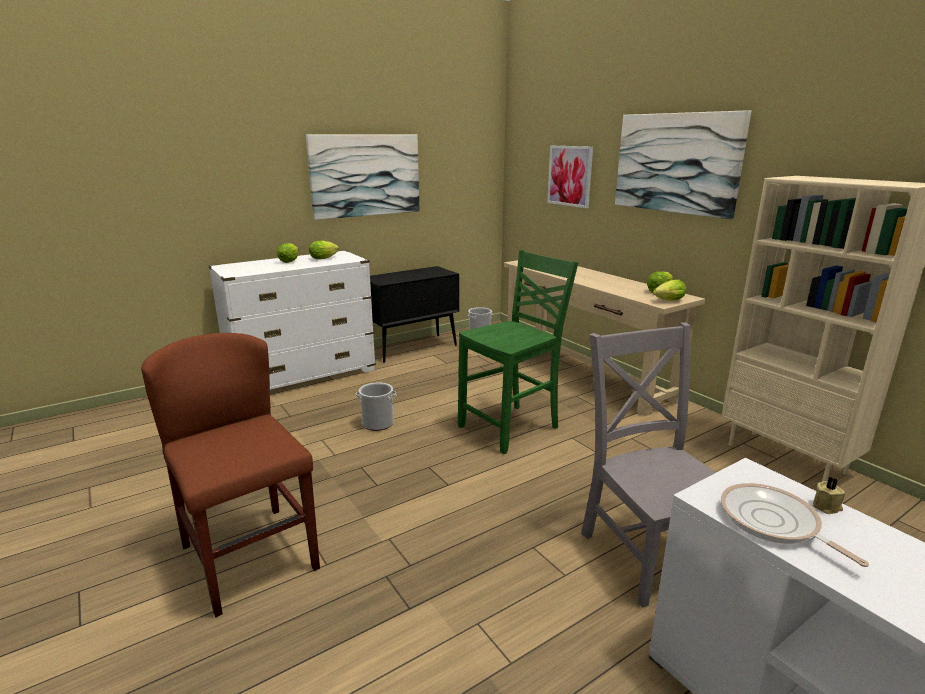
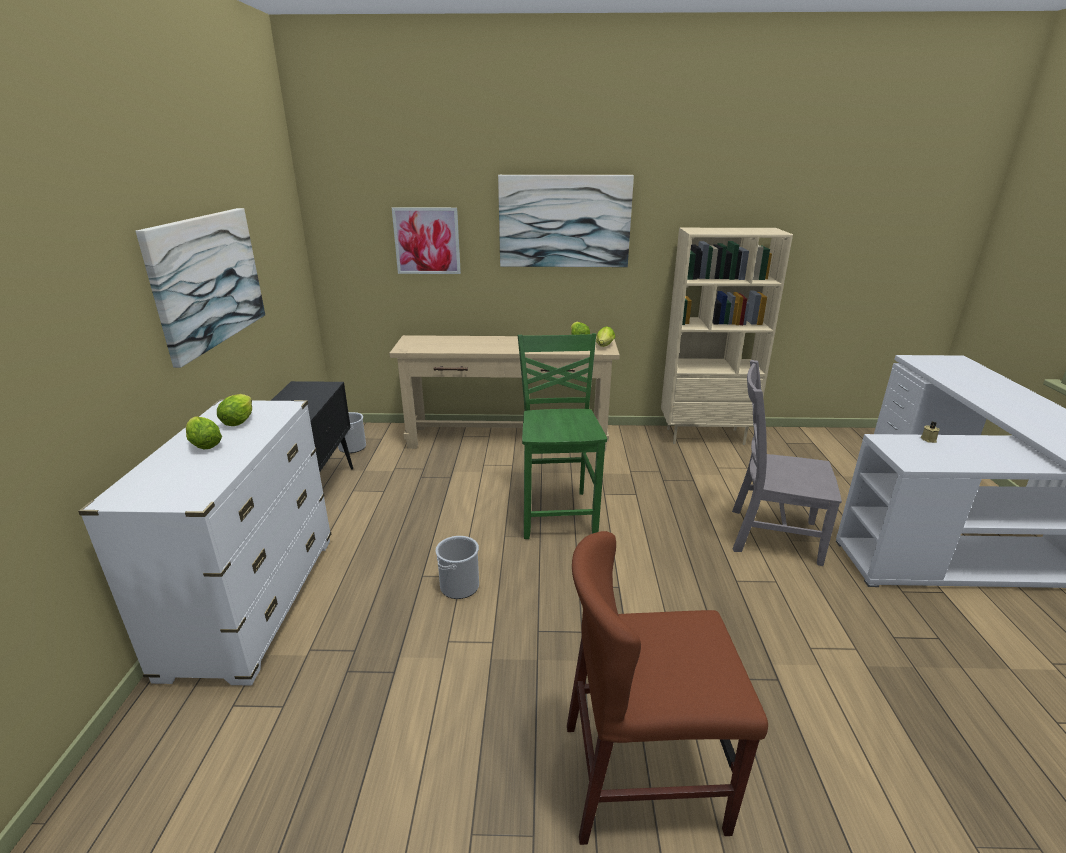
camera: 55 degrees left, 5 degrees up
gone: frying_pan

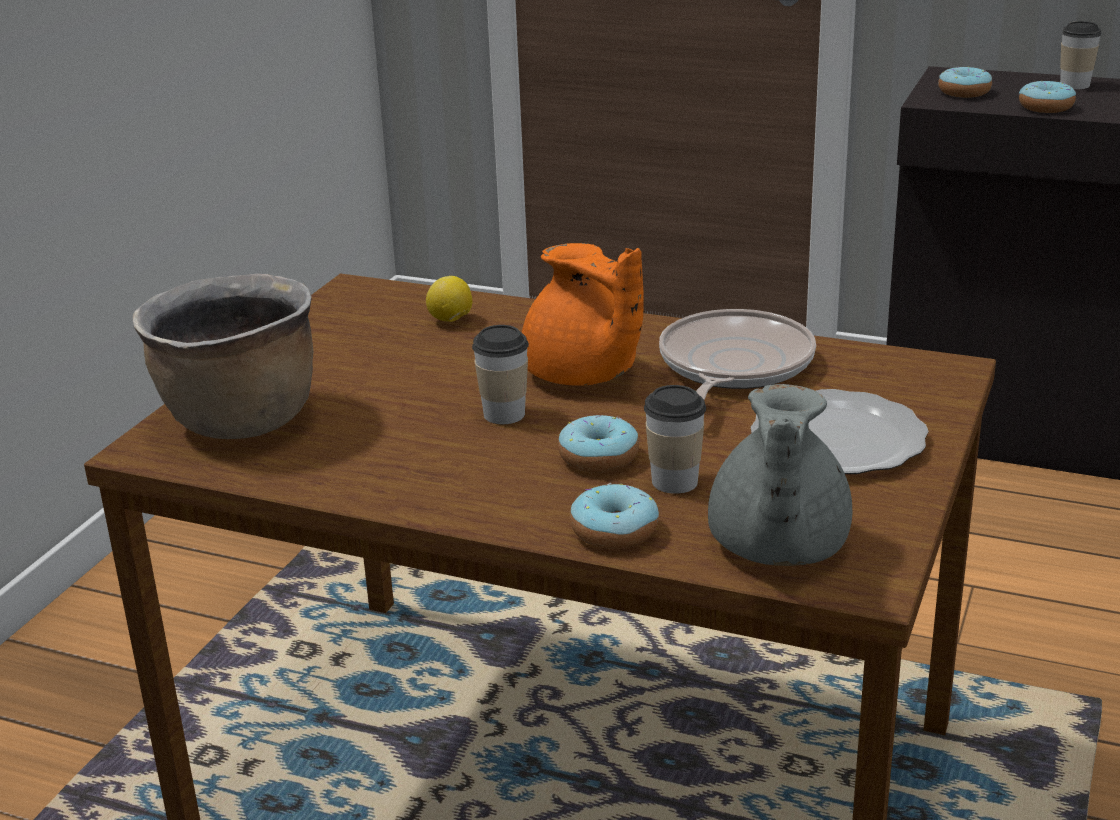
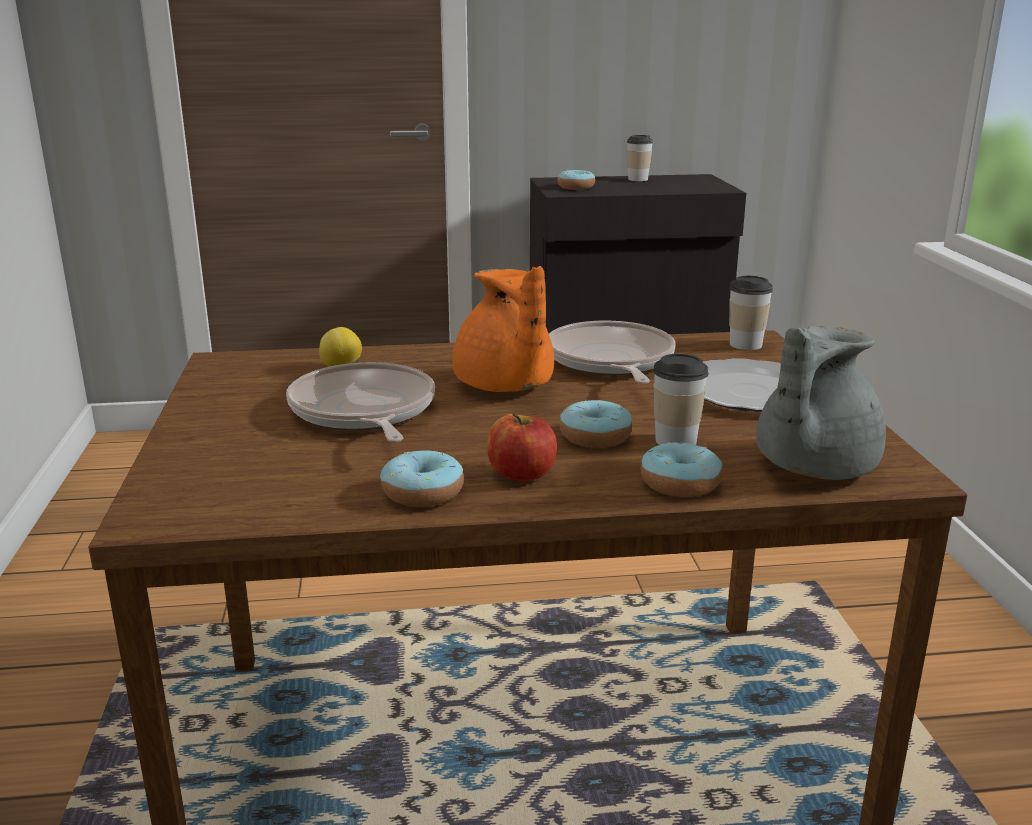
camera: 30 degrees left, 5 degrees down
gone: brown_cooking_pot
new: frying_pan (no. 1 from left); apple
shifted: donut (no. 4 from left in the first image) to donut (no. 1 from left); cup (no. 1 from left in the first image) to cup (no. 3 from left)
rotated: orange_teapot 45 degrees clockwise; grey_teapot 60 degrees clockwise

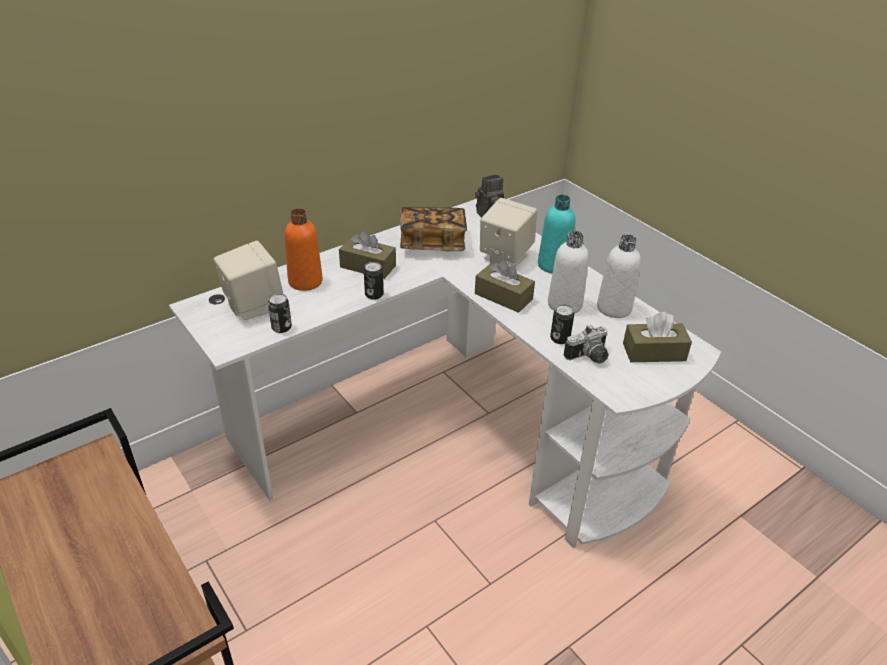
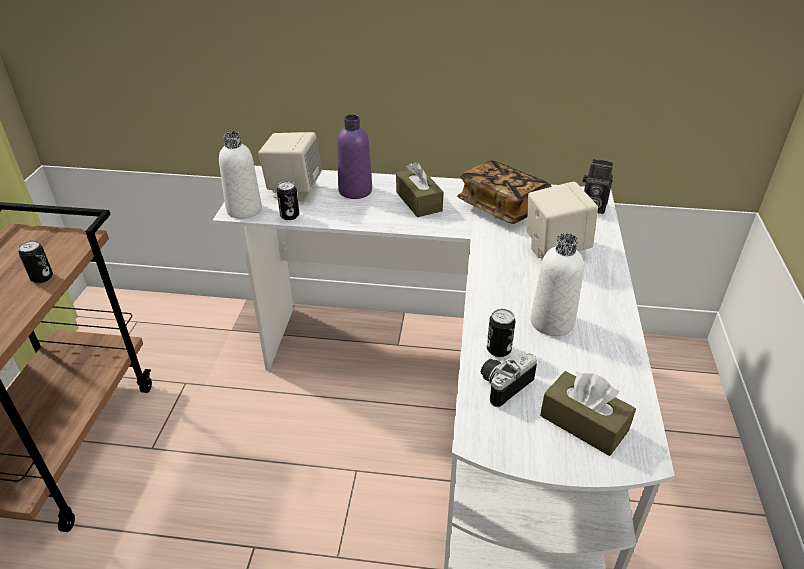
camera: 45 degrees right, 0 degrees up
gone: brown_tissue_box (no. 2 from left); turquoise_bottle
shifted: can (no. 2 from left in the first image) to can (no. 1 from left); white_bottle (no. 2 from left in the first image) to white_bottle (no. 1 from left)
repainted: orange_bottle to purple_bottle
rotated: photo_camera (no. 2 from left in the first image) 120 degrees clockwise

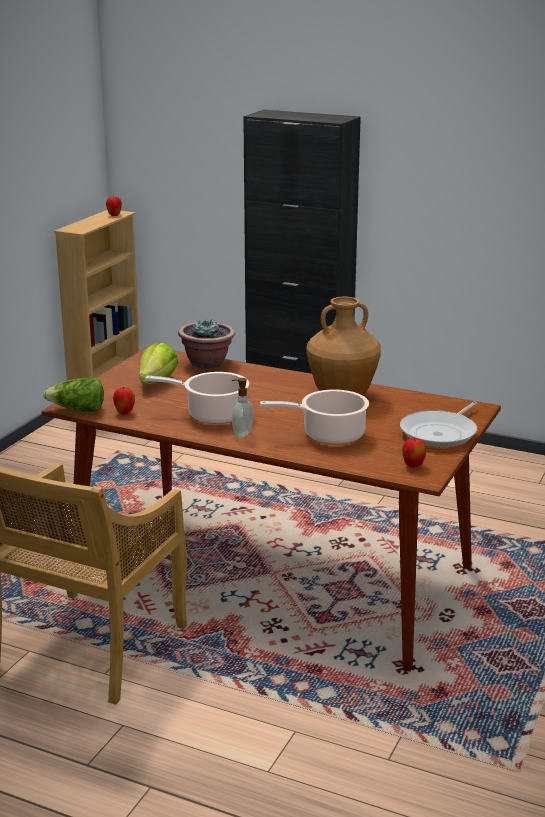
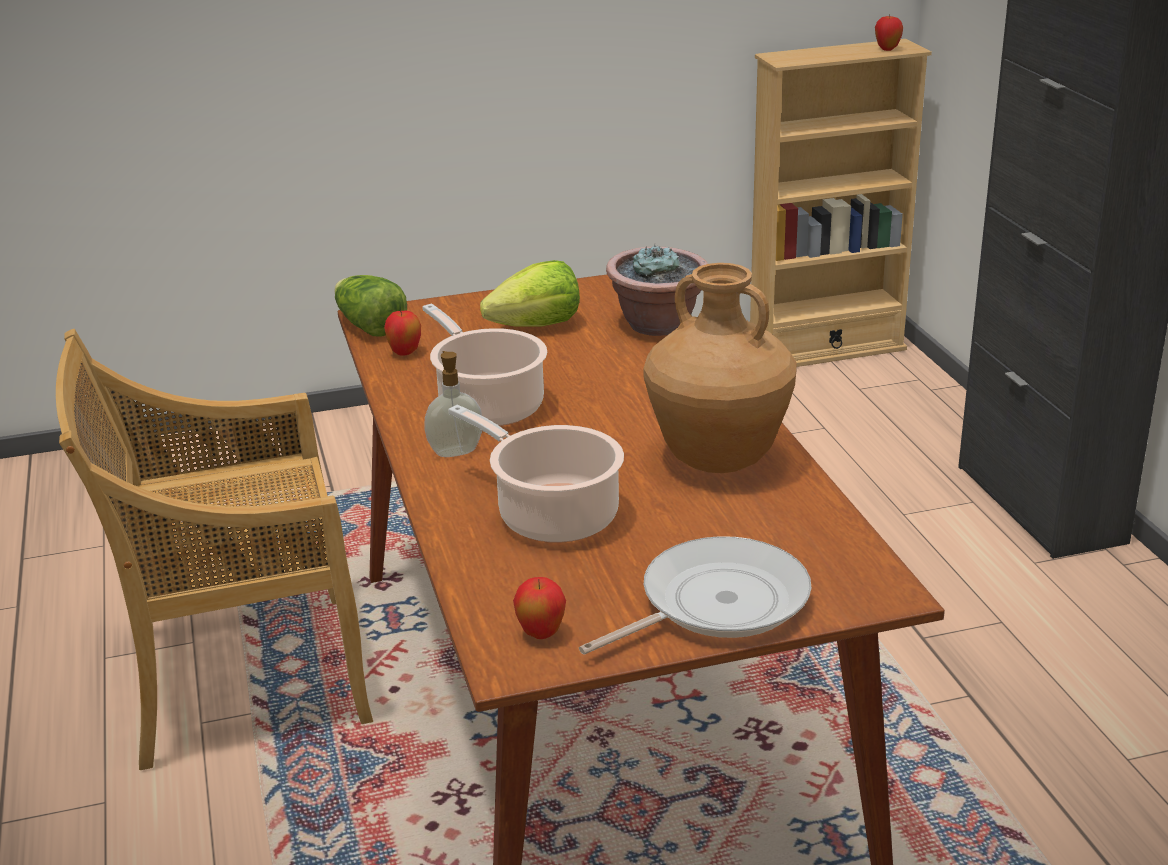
camera: 50 degrees right, 5 degrees up
rotated: frying_pan 150 degrees clockwise

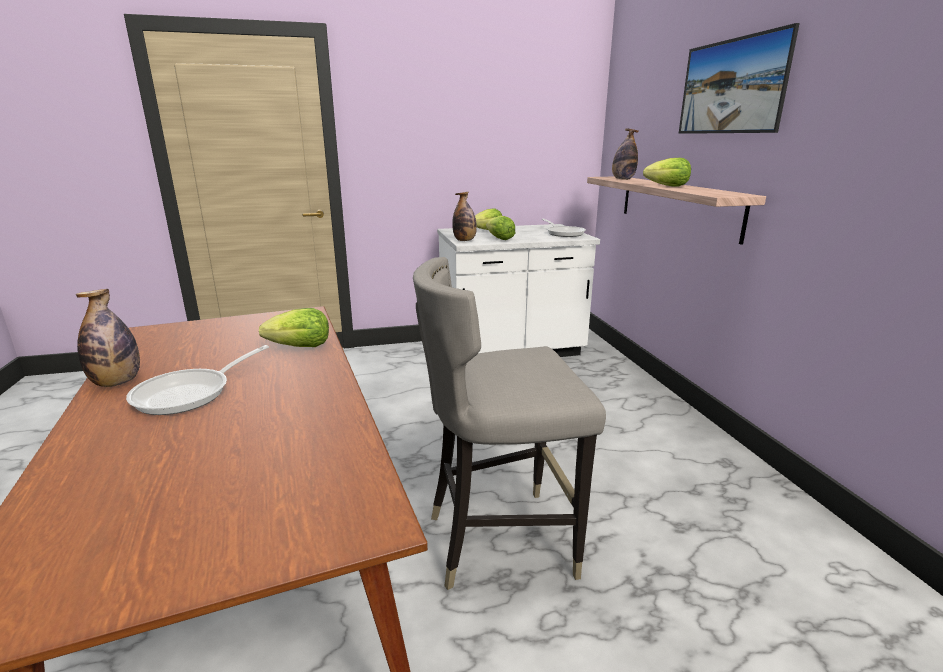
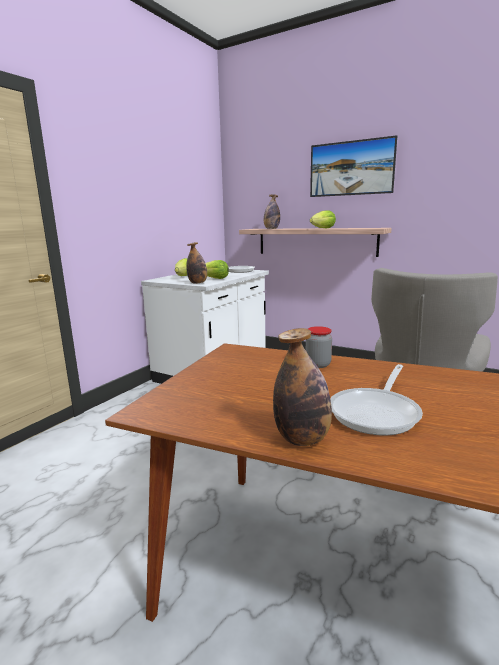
camera: 45 degrees left, 5 degrees down
swapped: lettuce (no. 1 from left) to jar
rotated: frying_pan (no. 1 from left in the first image) 45 degrees clockwise

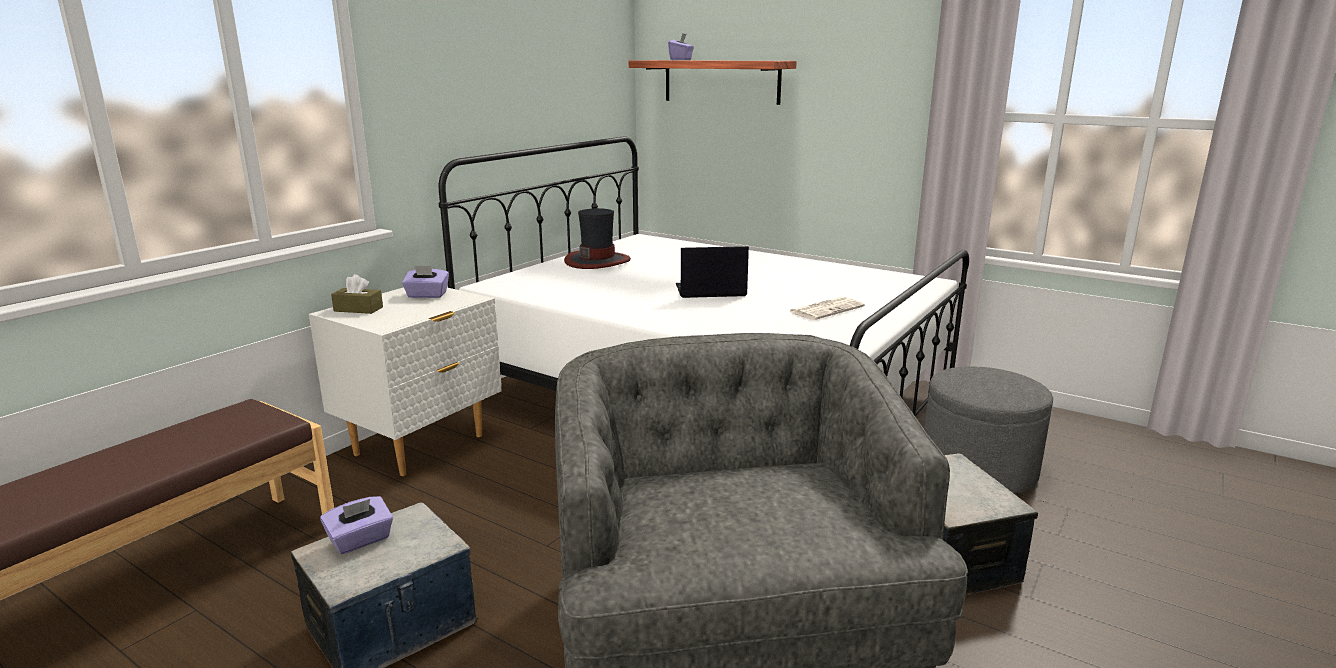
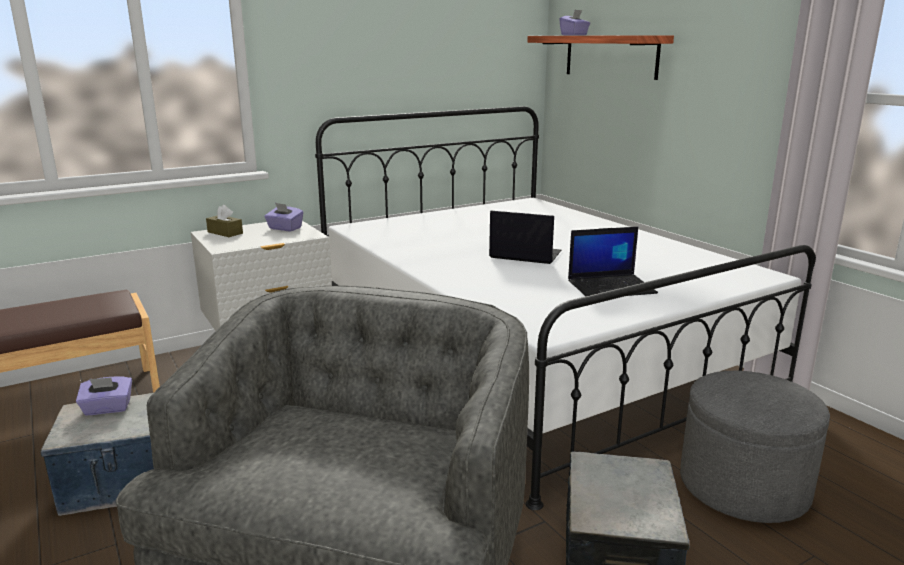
camera: 25 degrees right, 0 degrees up
gone: hat
swapped: newspaper to laptop (no. 2 from left)

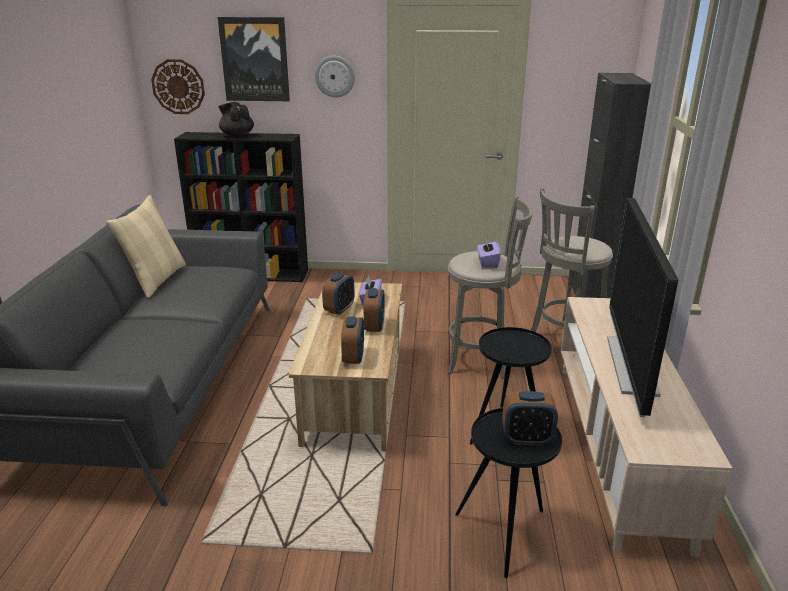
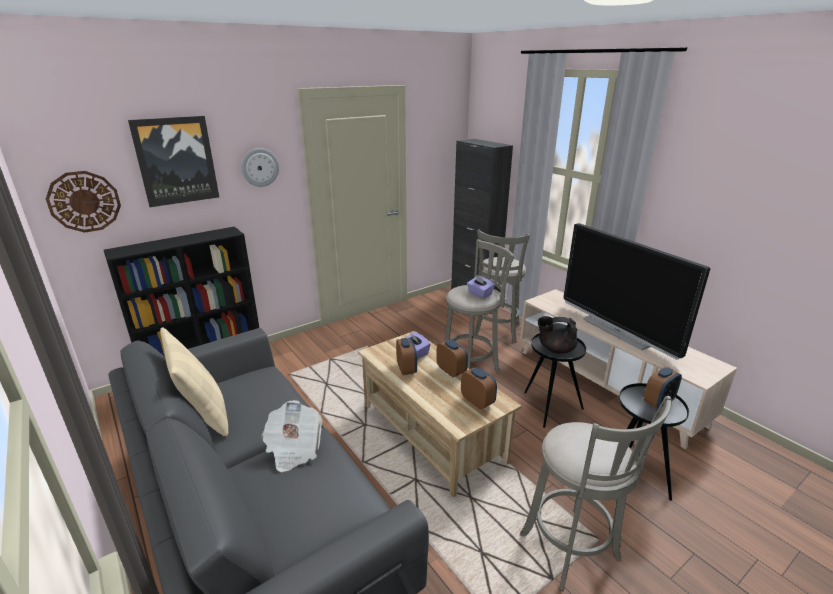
camera: 40 degrees left, 0 degrees up
new: newspaper; grey_stool (no. 3 from left)
shifted: black_teapot

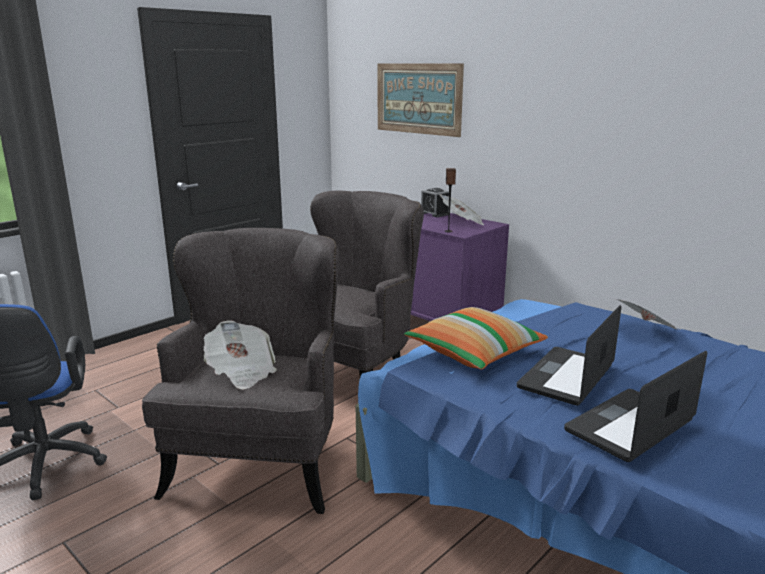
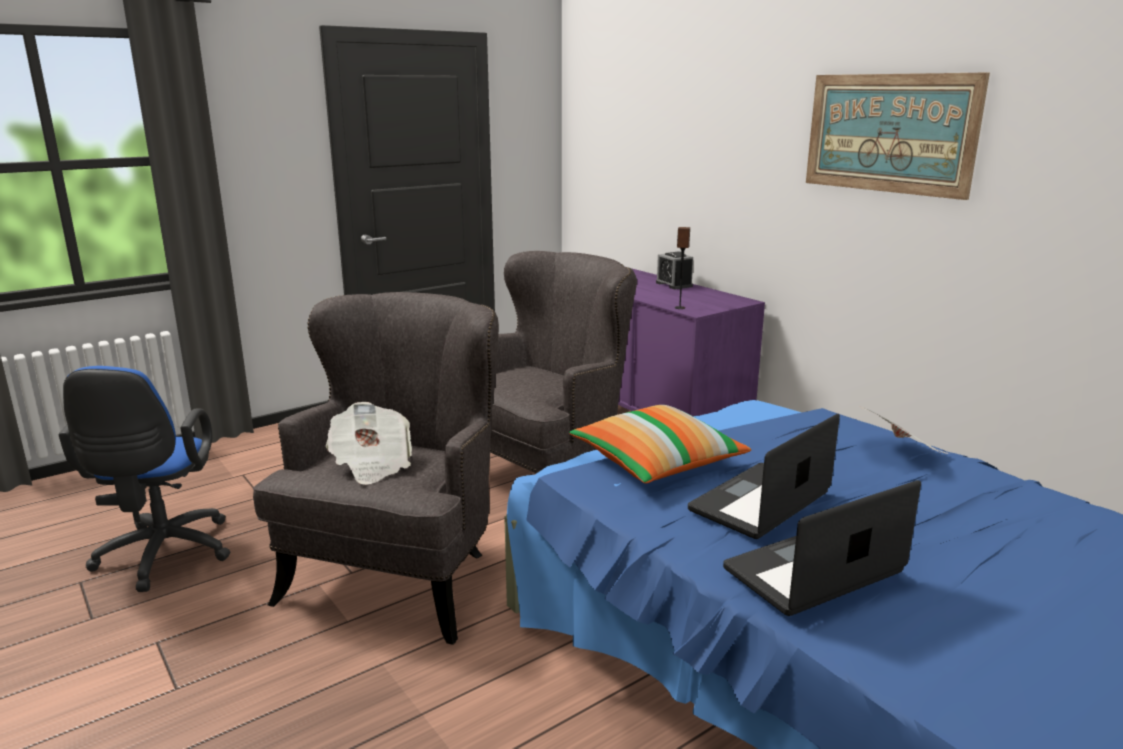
camera: 10 degrees right, 0 degrees up
gone: newspaper (no. 2 from left)
shifted: picture

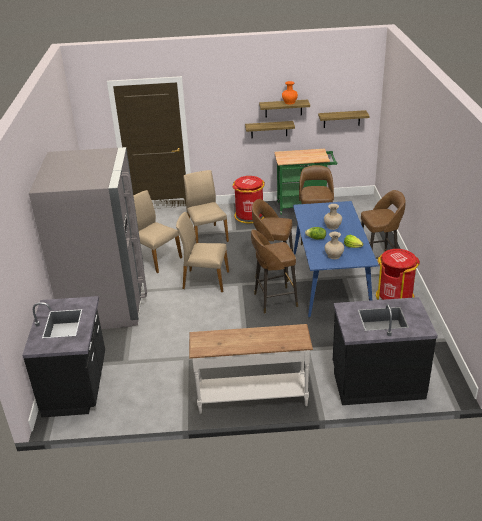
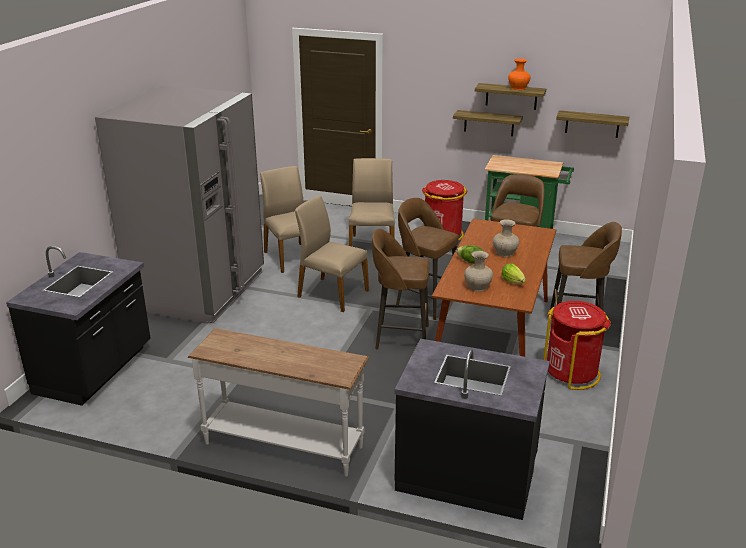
camera: 20 degrees right, 5 degrees down
repainted: blue_dining_table to brown_dining_table

